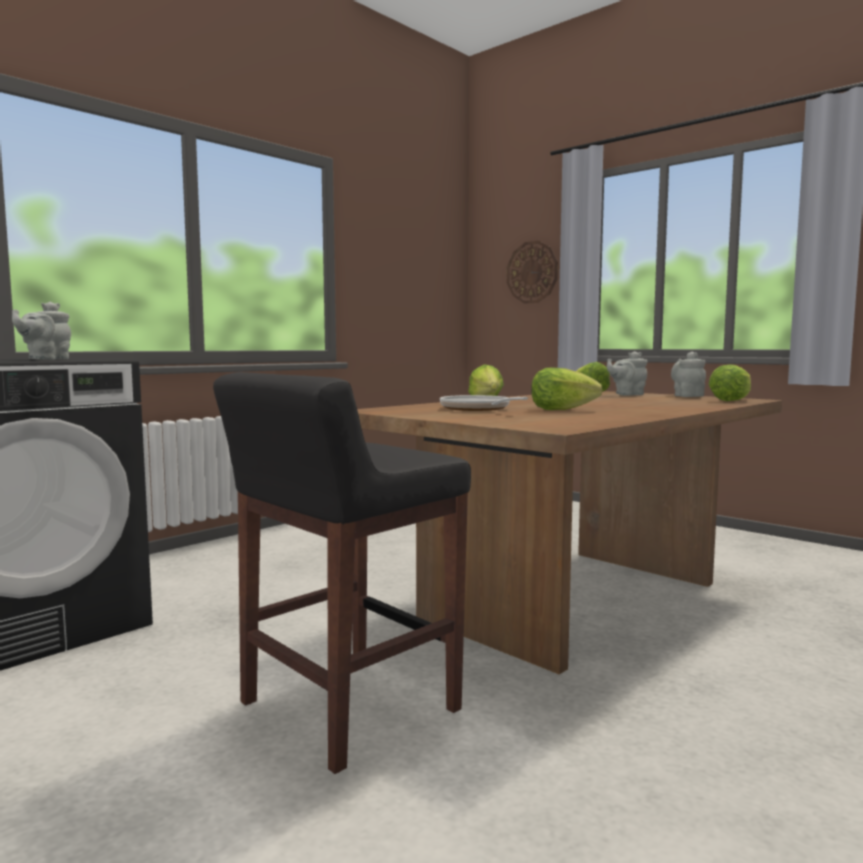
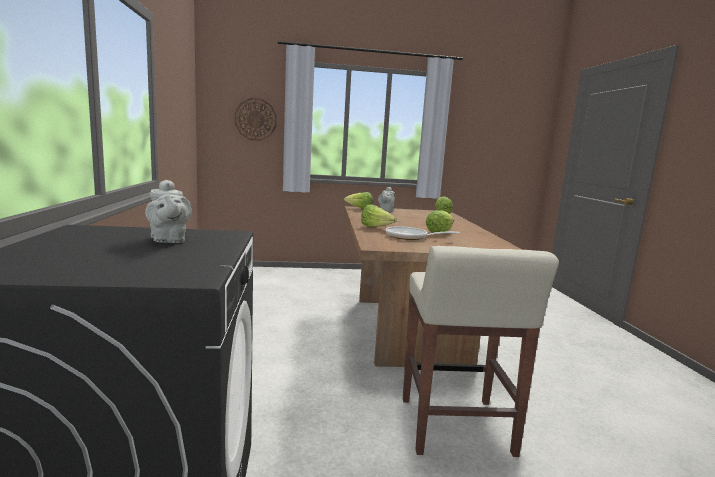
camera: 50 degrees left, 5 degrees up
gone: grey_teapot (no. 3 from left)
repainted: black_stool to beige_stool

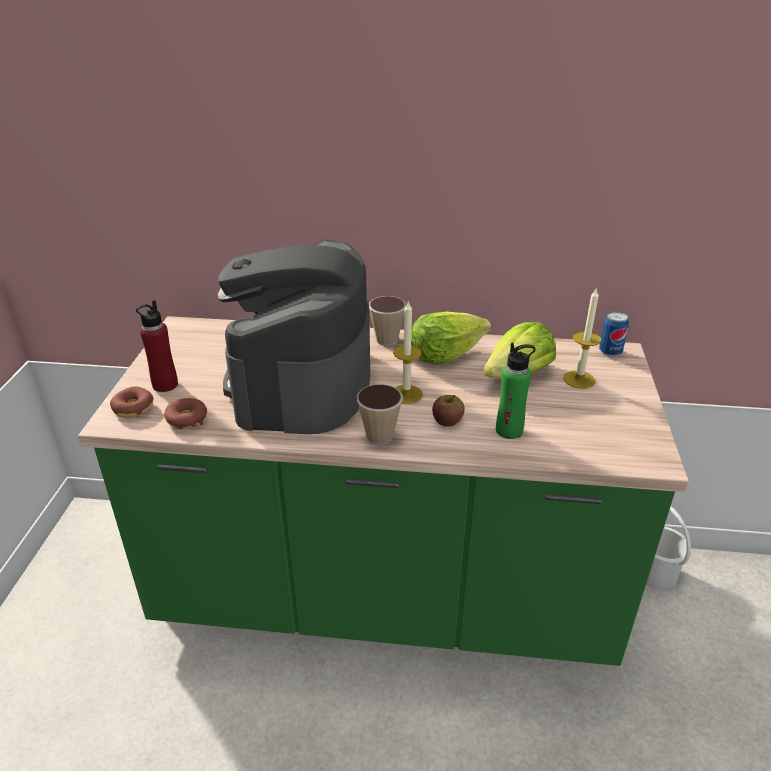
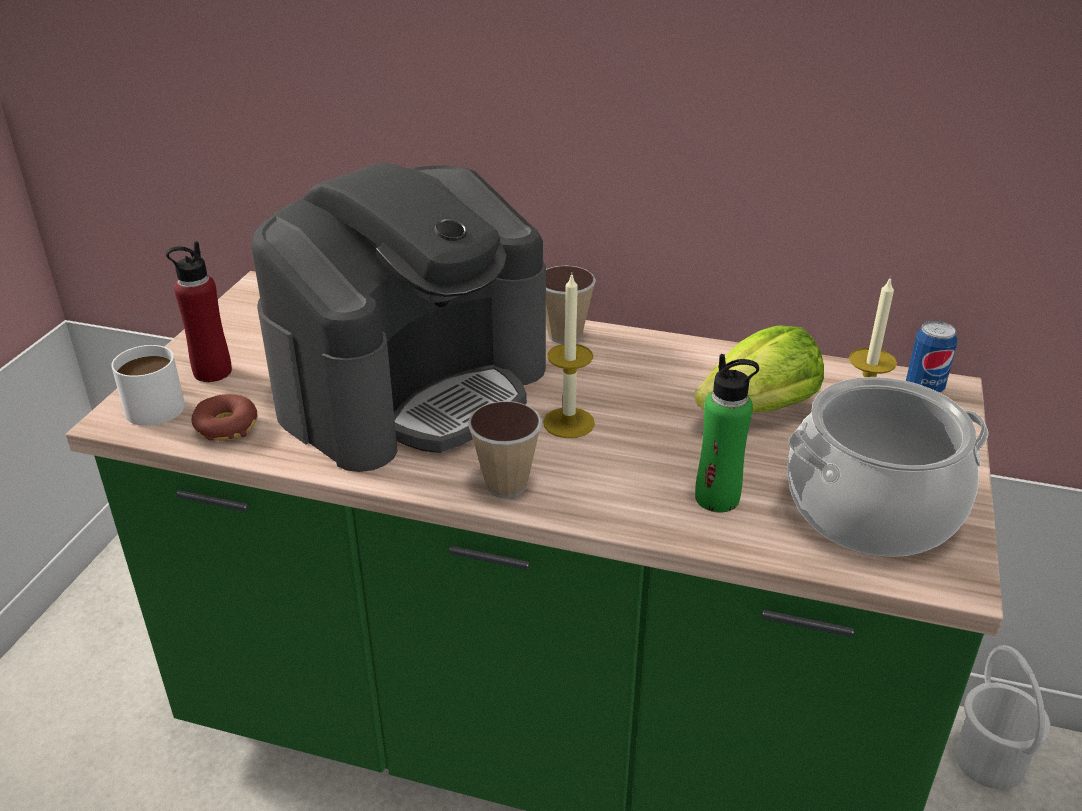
camera: 10 degrees right, 0 degrees up
gone: lettuce (no. 1 from left); apple
new: cooking_pot
swapped: donut (no. 1 from left) to white_mug
rotated: coffee_machine 150 degrees counterclockwise

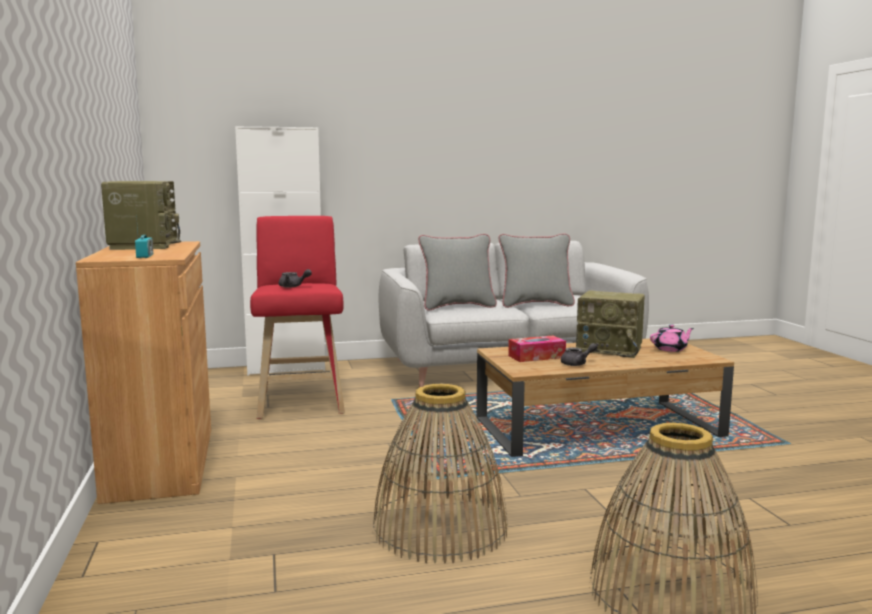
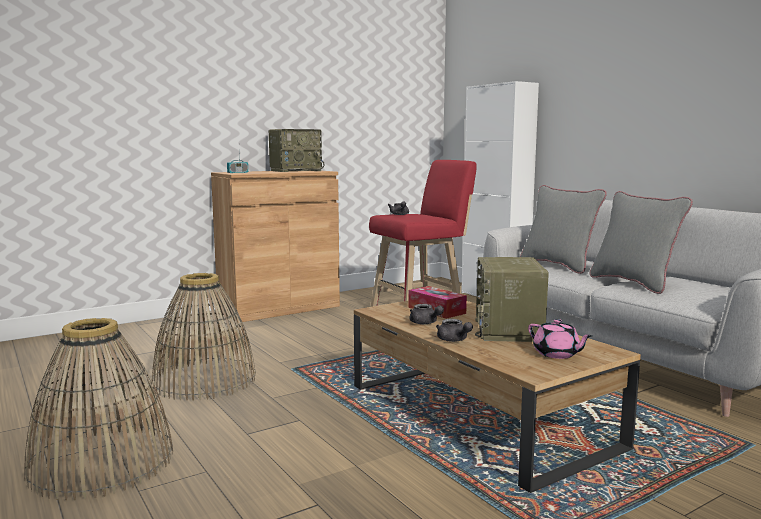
camera: 70 degrees right, 0 degrees up
new: grey_teapot (no. 3 from left)

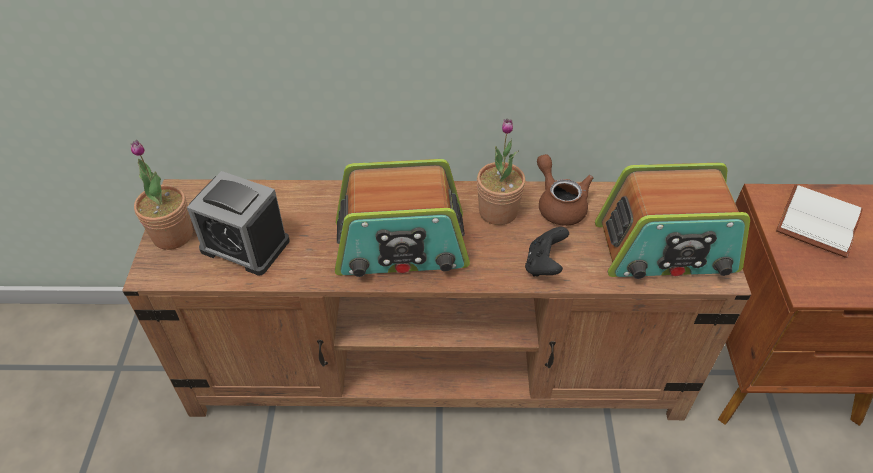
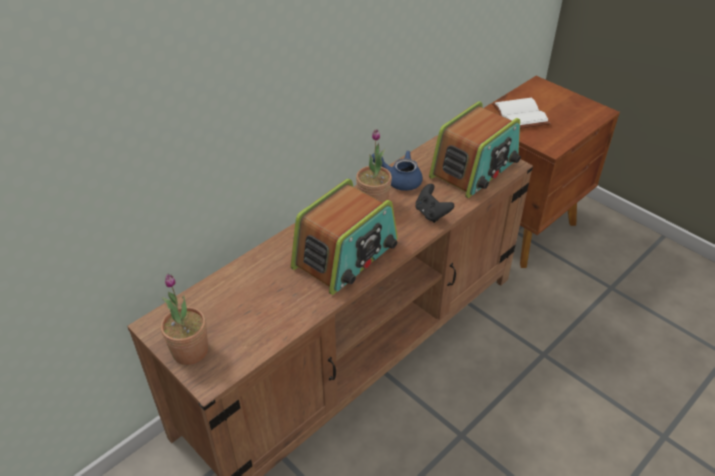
camera: 45 degrees left, 5 degrees down
gone: alarm_clock
repainted: brown_teapot to blue_teapot

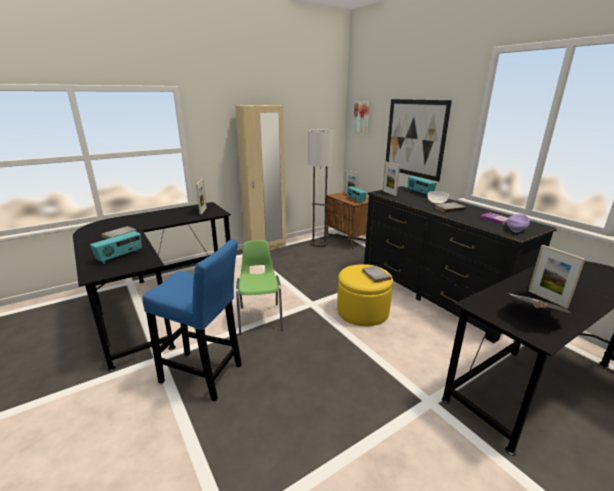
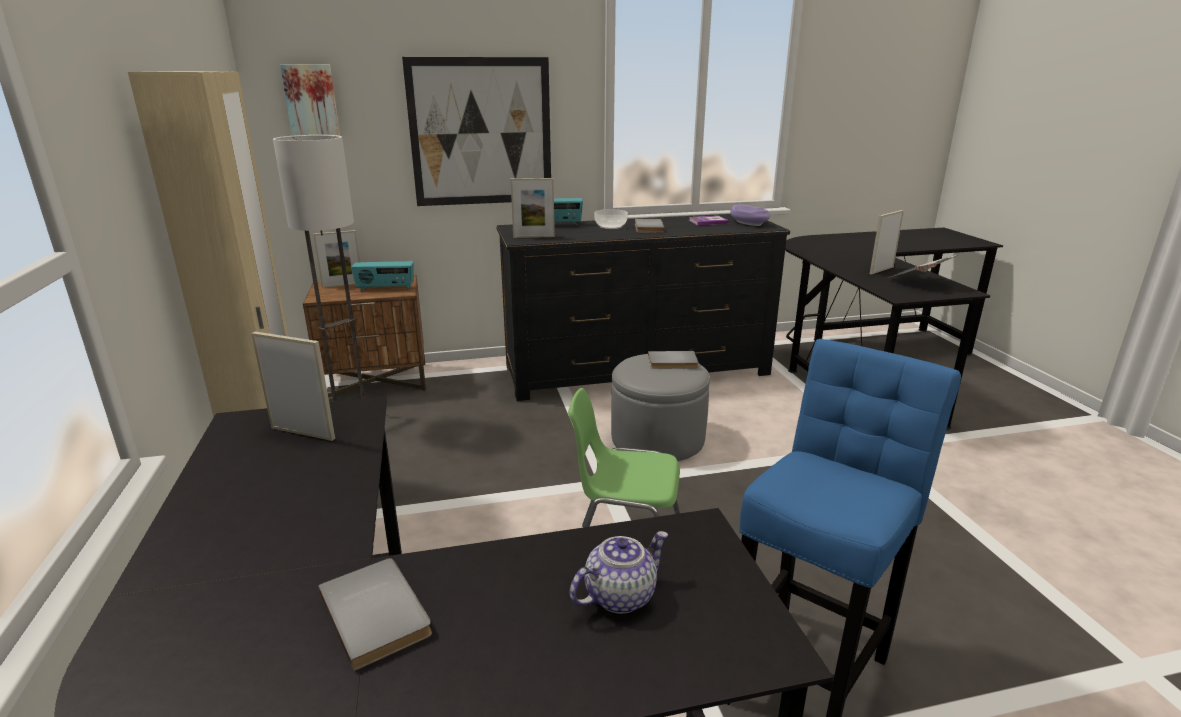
camera: 70 degrees left, 0 degrees up
swapped: radio (no. 1 from left) to teapot
repainted: yellow_ottoman to grey_ottoman
rotated: picture_frame (no. 4 from left) 150 degrees clockwise

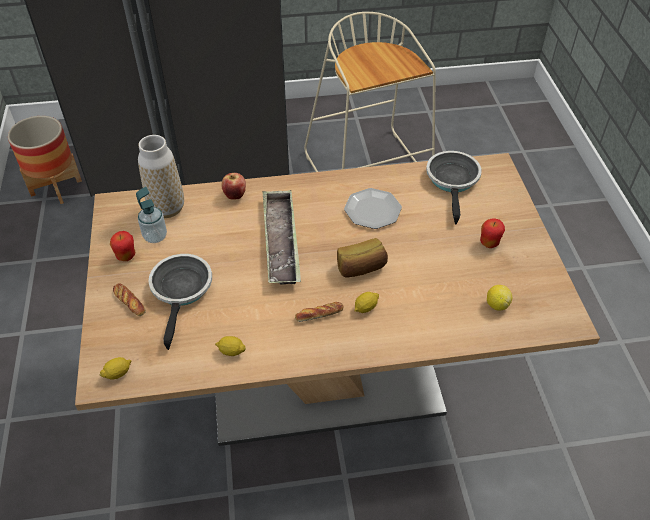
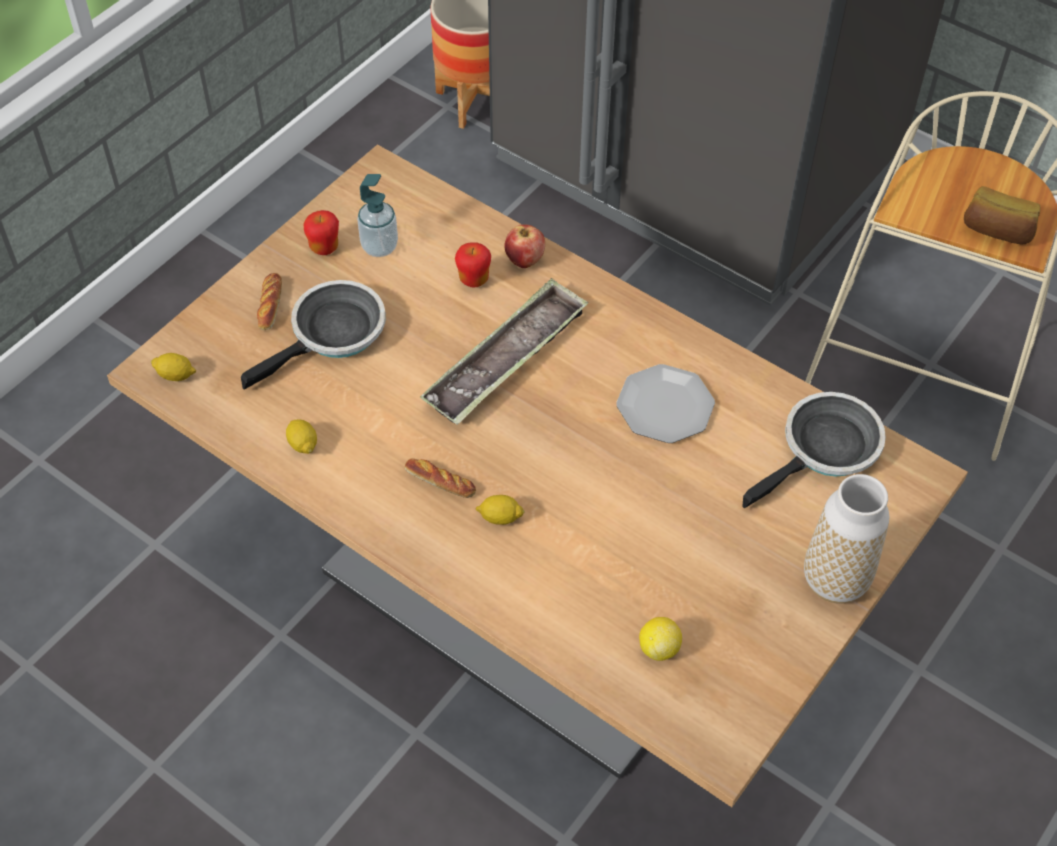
camera: 45 degrees right, 5 degrees up
shifted: apple (no. 3 from left in the first image) to apple (no. 2 from left); vase; bread (no. 3 from left)

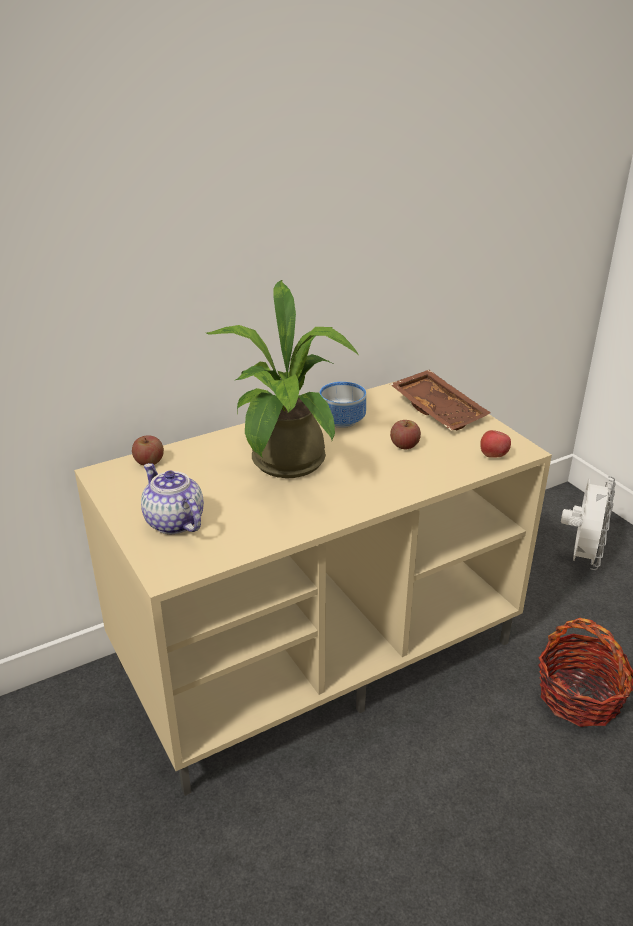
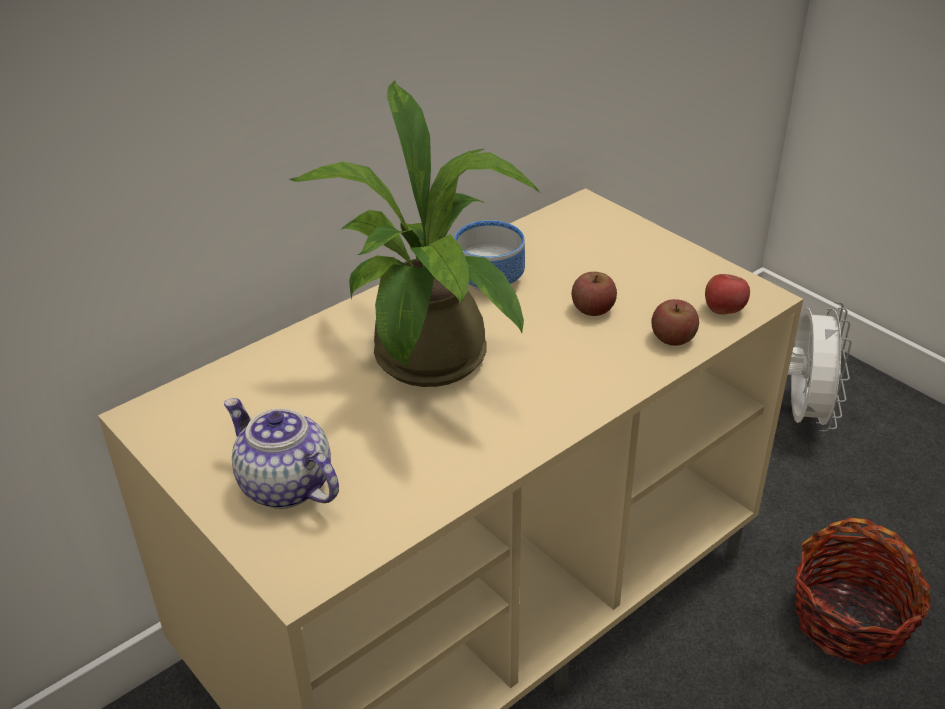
camera: 10 degrees left, 5 degrees up
gone: brown_tray
shifted: apple (no. 1 from left in the first image) to apple (no. 2 from left)

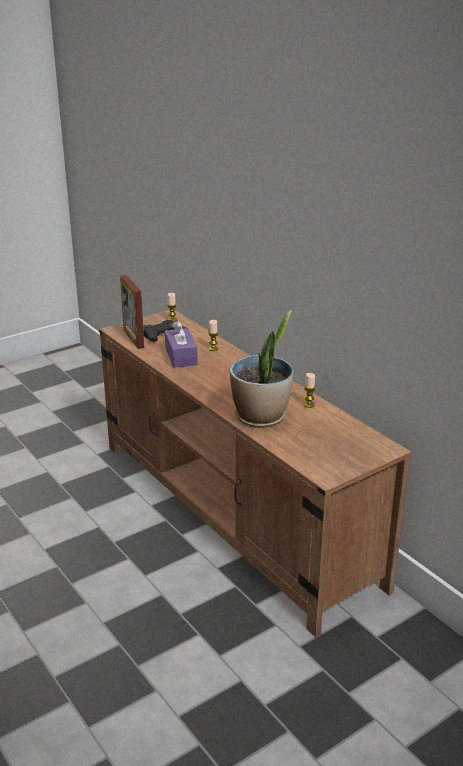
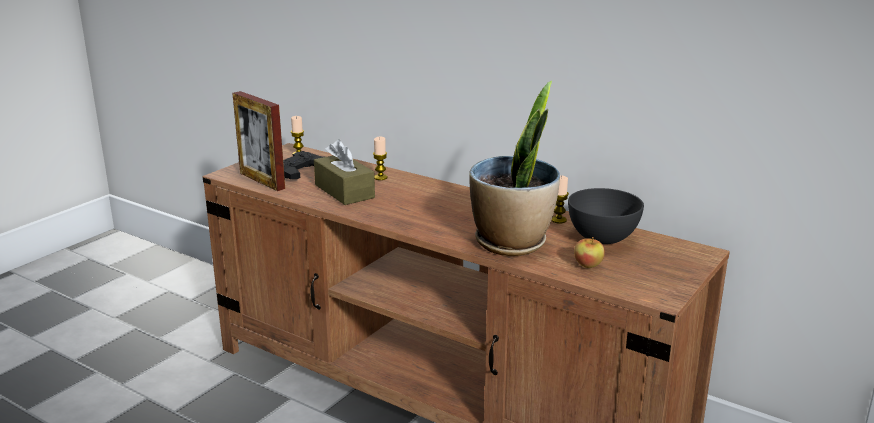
camera: 20 degrees left, 5 degrees down
new: grey_bowl; apple
repainted: purple_tissue_box to brown_tissue_box

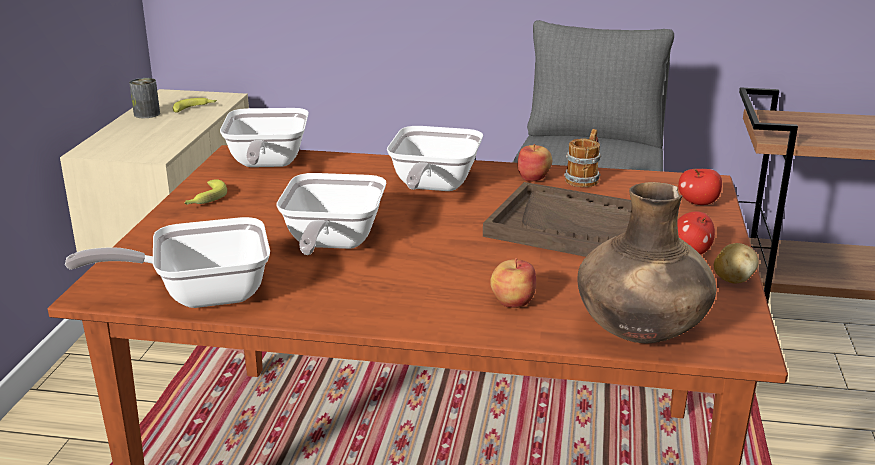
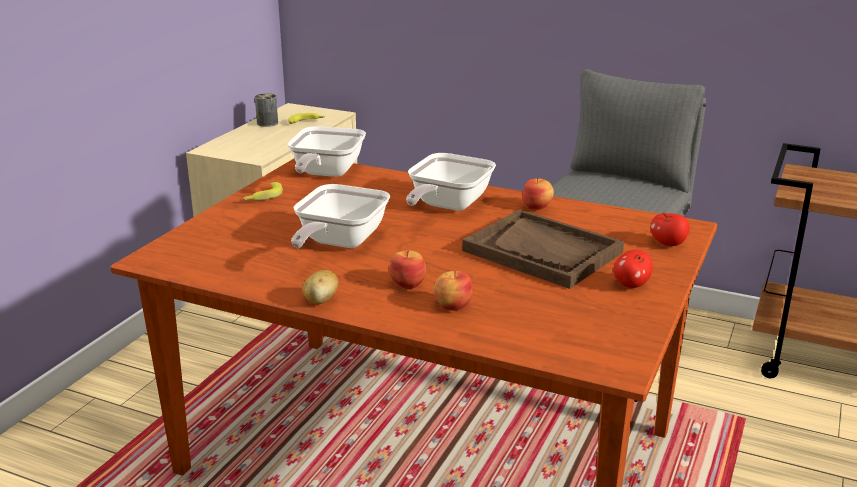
camera: 15 degrees right, 0 degrees up
gone: frying_pan (no. 1 from left); mug; brown_vase
new: apple (no. 1 from left)
shifted: potato

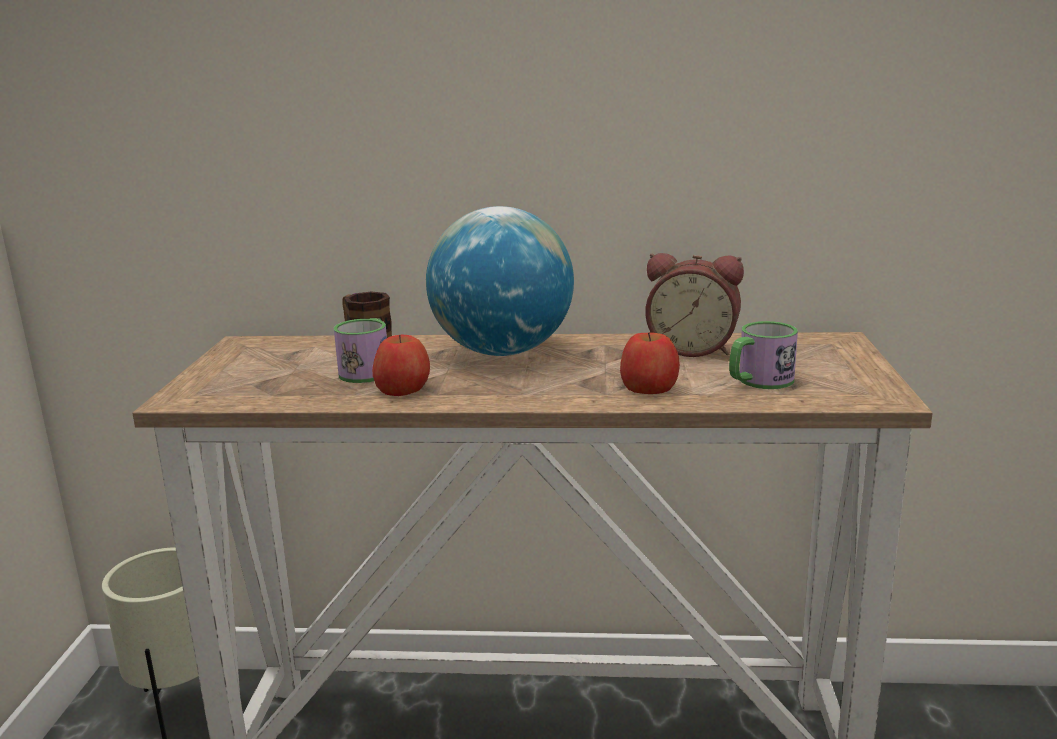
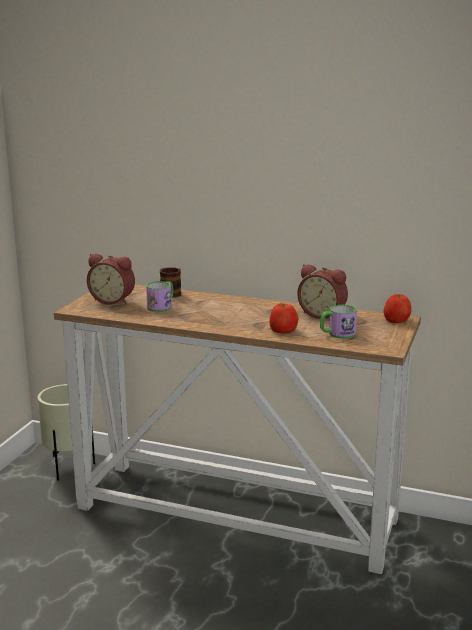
camera: 15 degrees right, 0 degrees up
gone: globe
new: alarm_clock (no. 1 from left)
shifted: apple (no. 1 from left in the first image) to apple (no. 2 from left)

